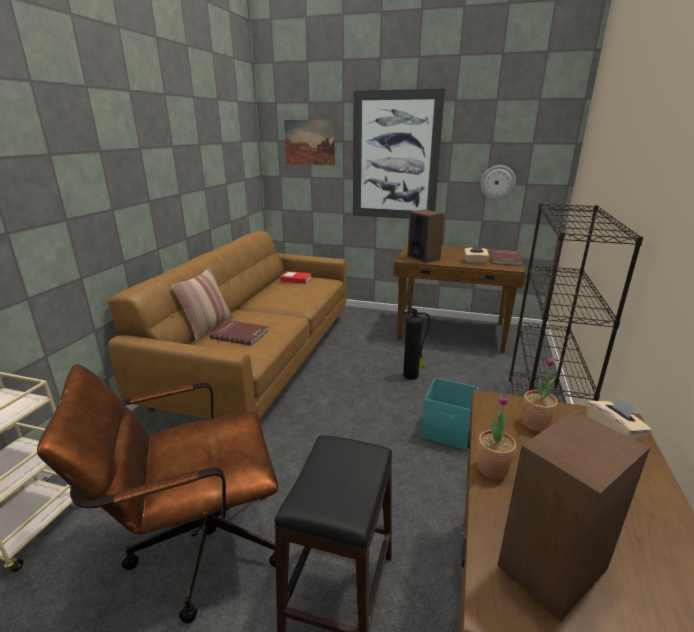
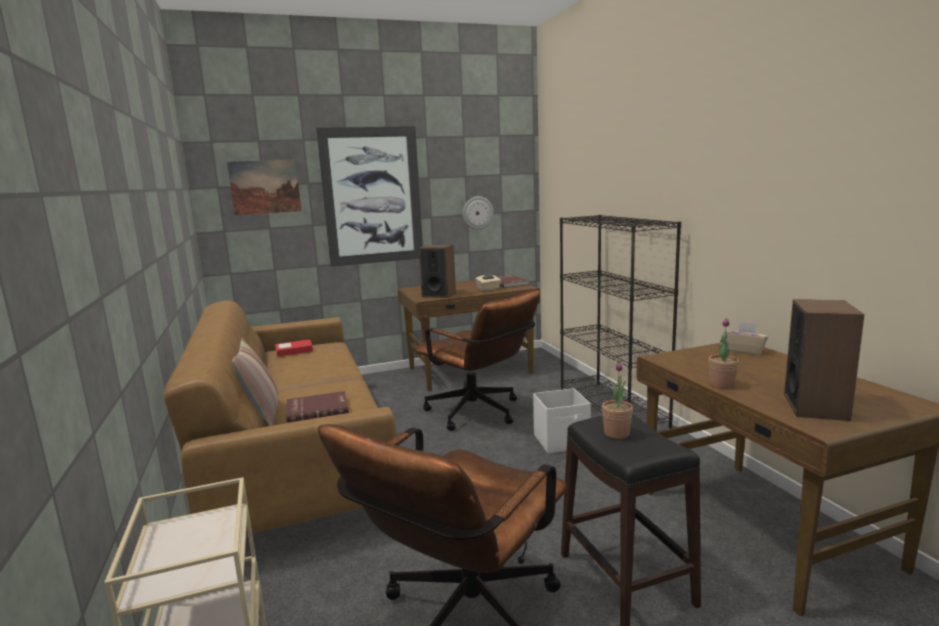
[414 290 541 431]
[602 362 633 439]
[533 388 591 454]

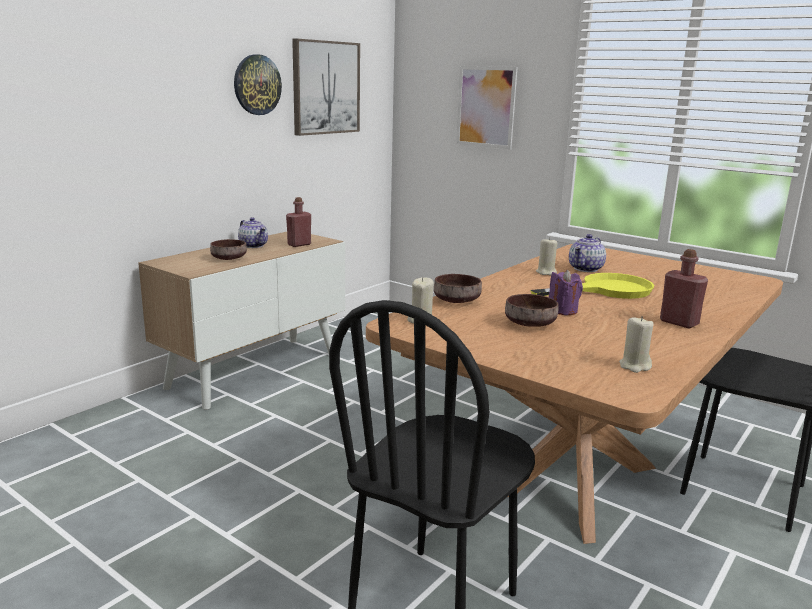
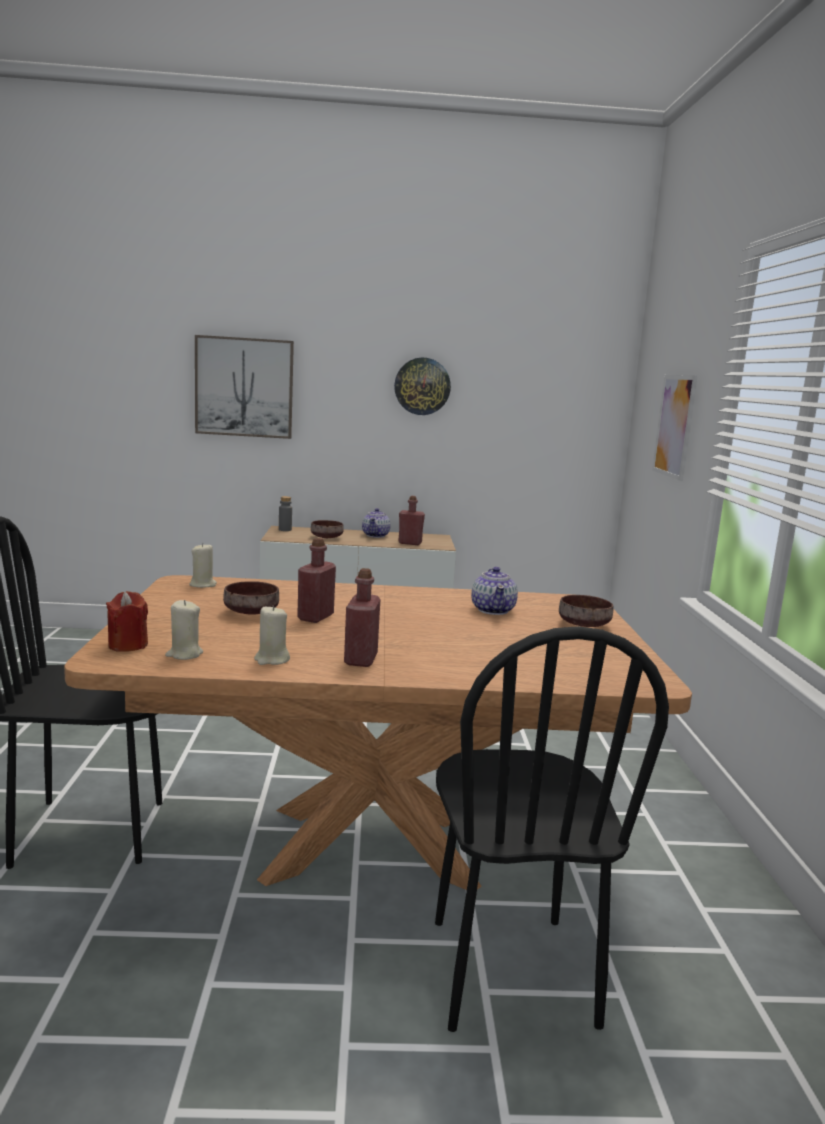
[195 335 294 439]
[471 567 518 615]
[254 605 290 665]
[297 538 336 623]
[530 273 654 299] (first image)
[559 595 614 627]
[279 496 292 531]
[106 591 148 652]

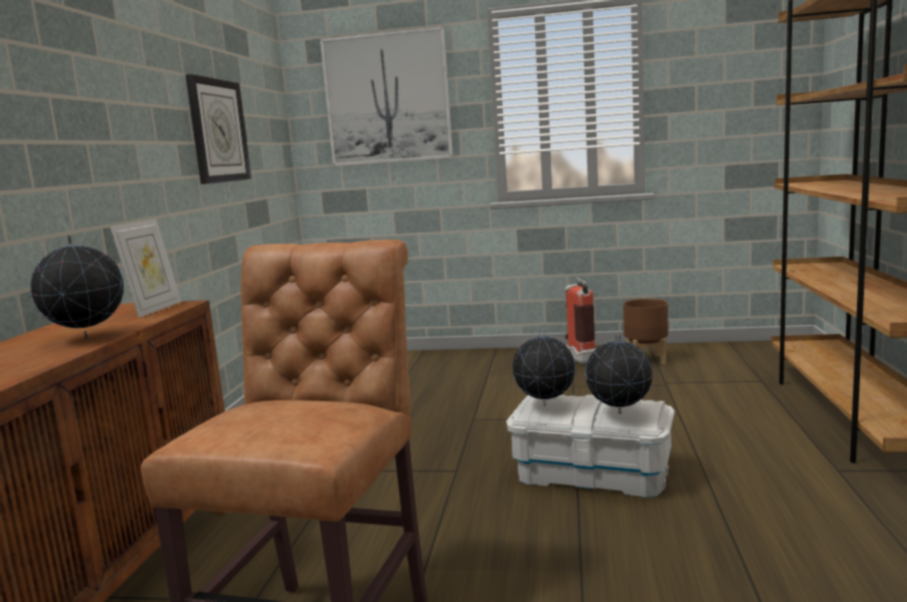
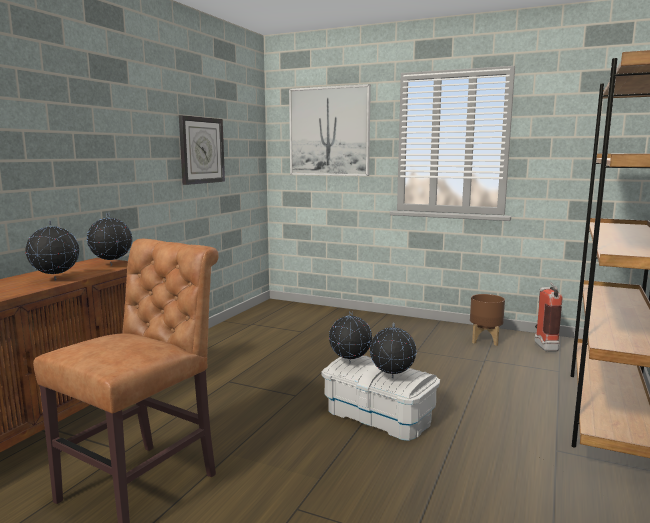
[87 213 132 266]
[535 283 563 352]

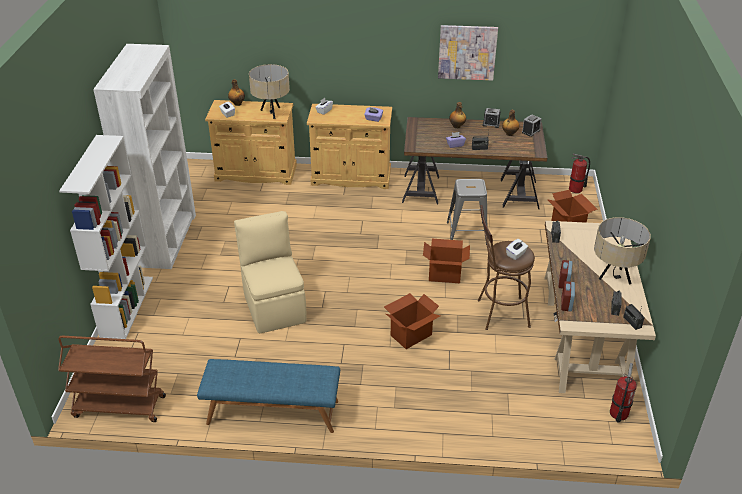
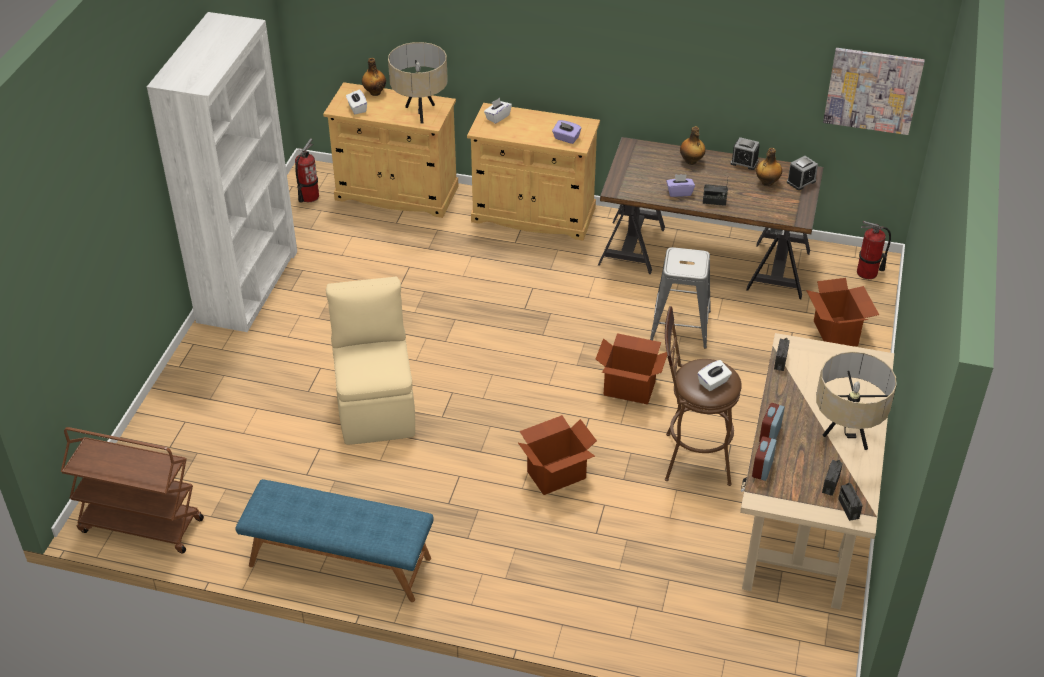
[823 48 925 135]
[59 135 153 339] (first image)
[295 139 319 202]

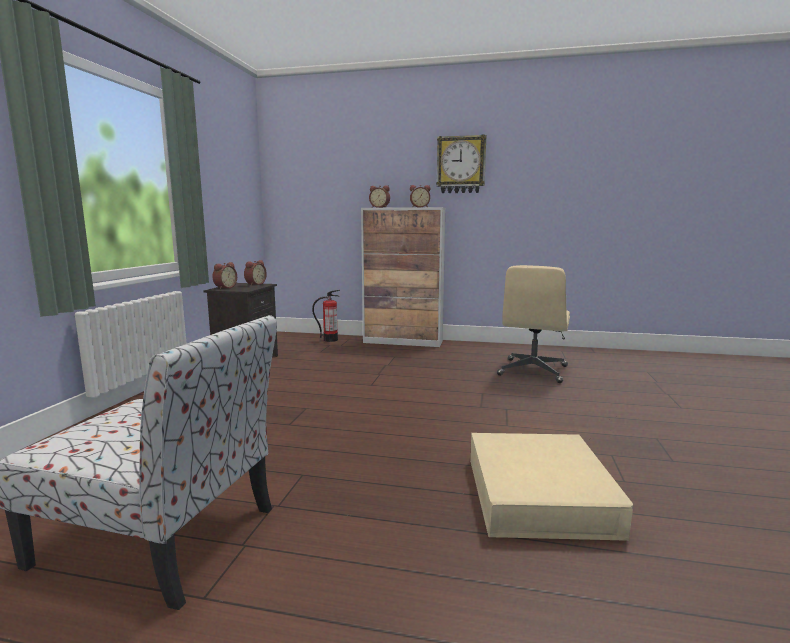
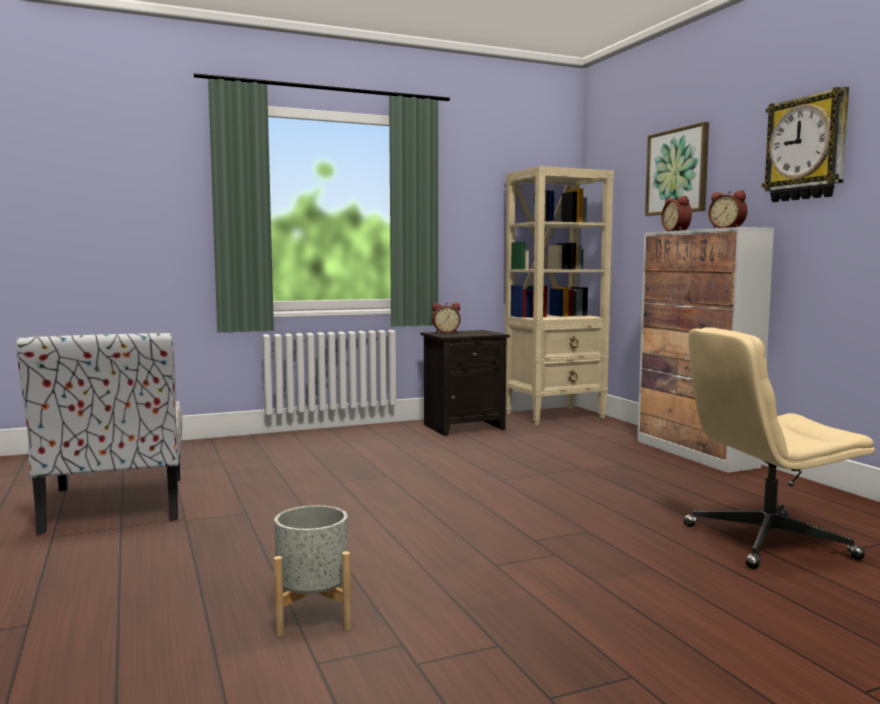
[244 260 267 286] (first image)
[312 290 340 342] (first image)
[273 505 351 636]
[645 122 709 216]
[505 166 614 425]

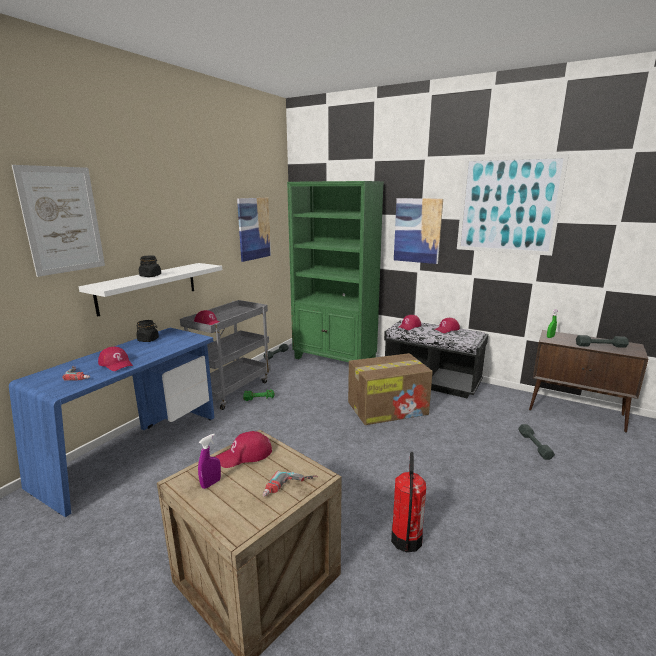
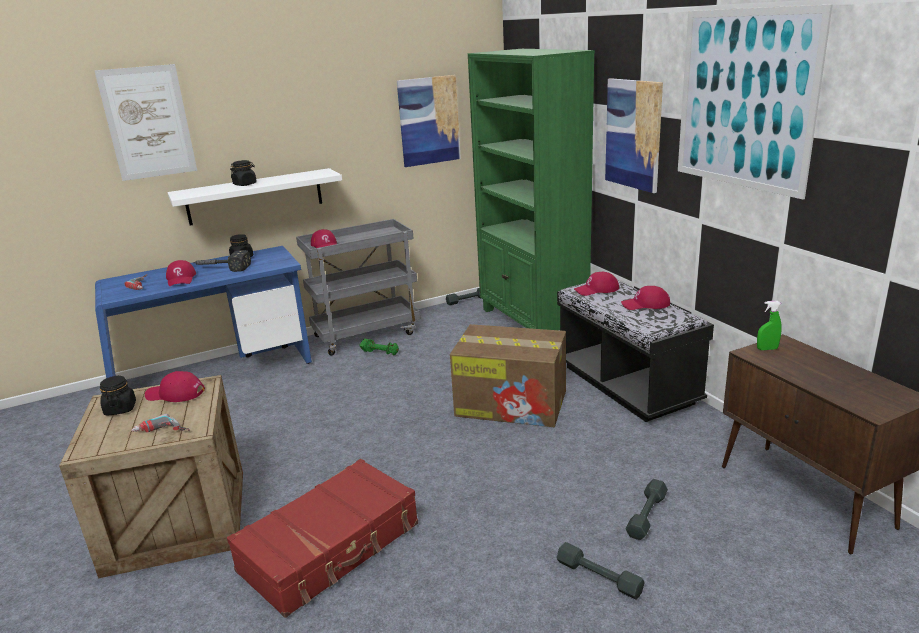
[556 542 645 600]
[100 376 136 416]
[227 459 418 618]
[193 250 251 272]

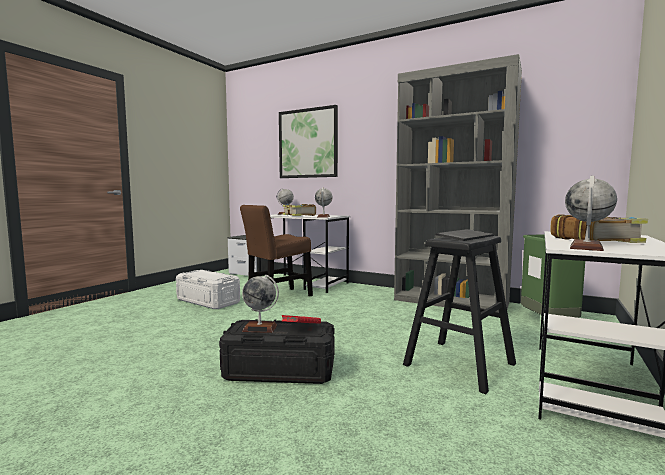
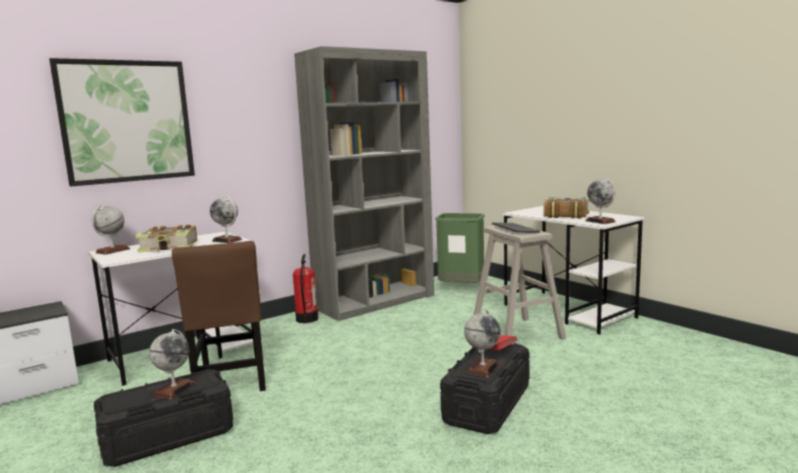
[474 226 566 340]
[94 369 233 467]
[293 254 318 323]
[149 329 196 400]

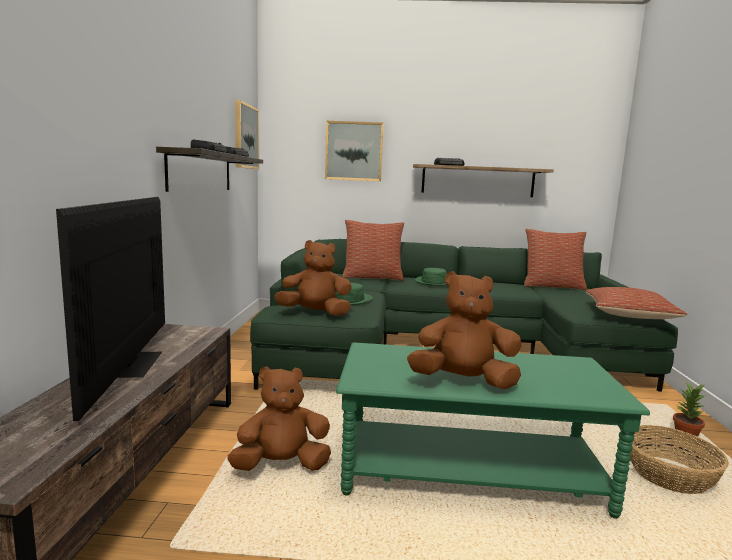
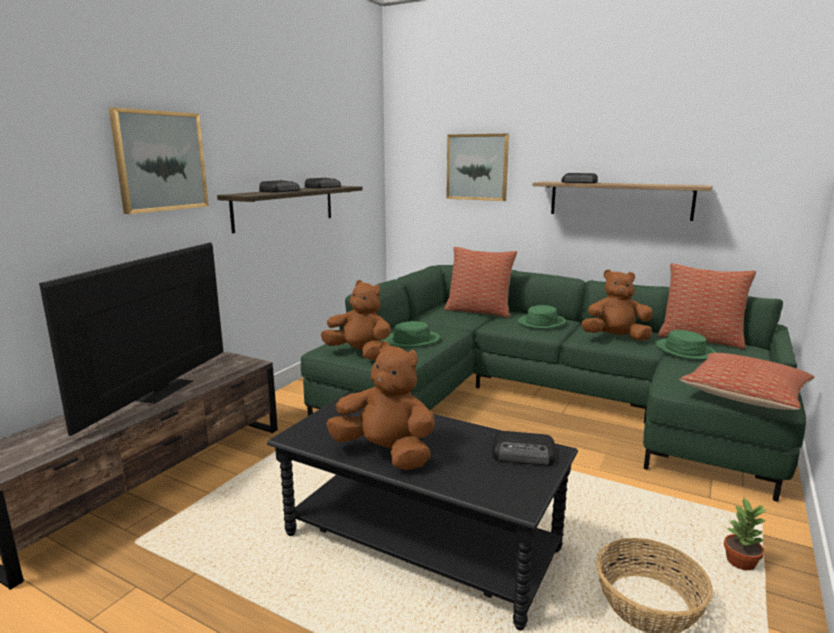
[109 107 209 214]
[267 393 578 630]
[581 269 653 341]
[655 330 717 359]
[492 431 556 465]

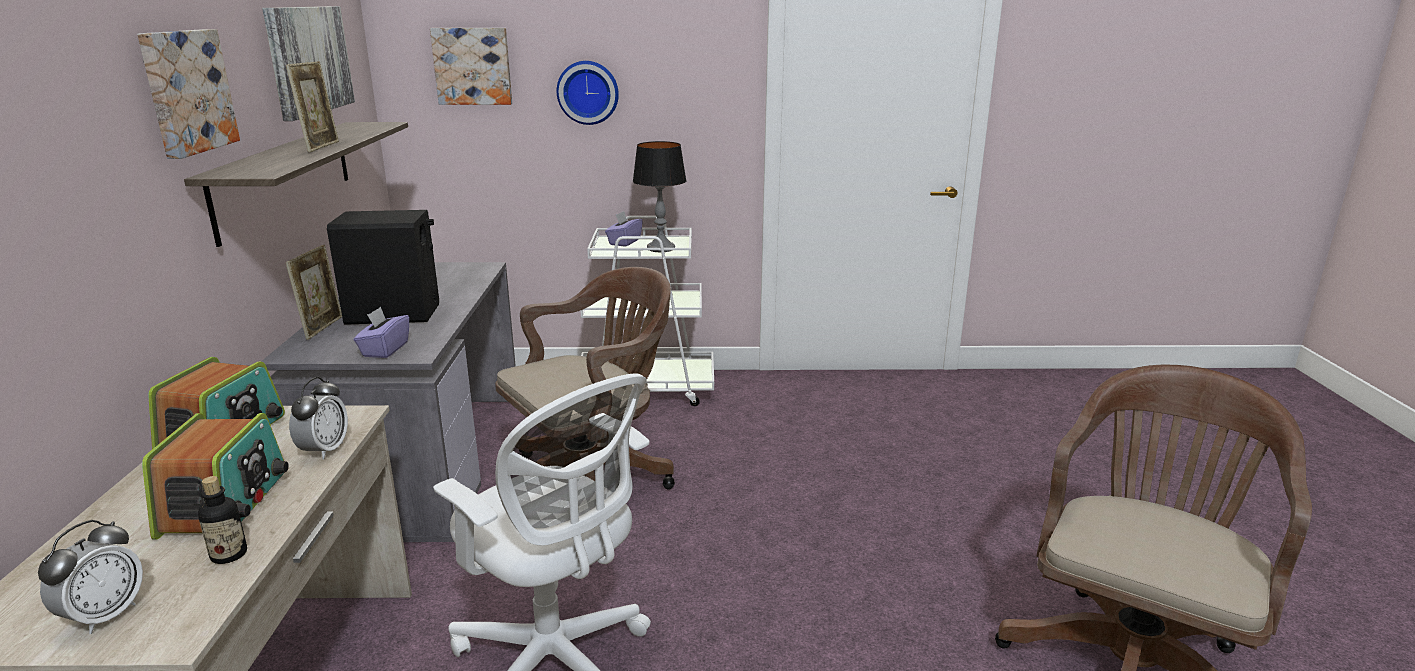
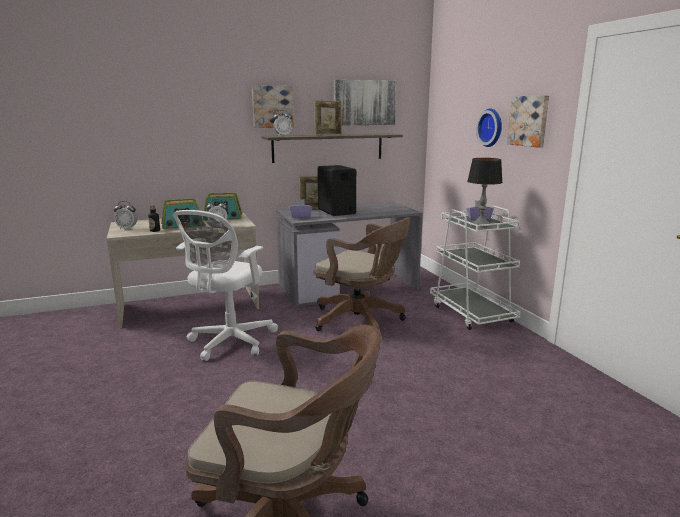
[507 95 549 148]
[273 110 292 135]

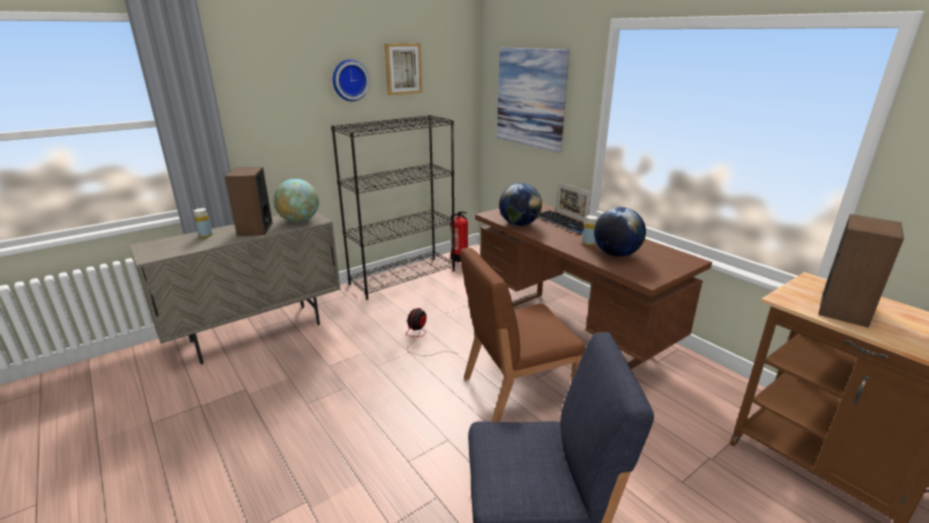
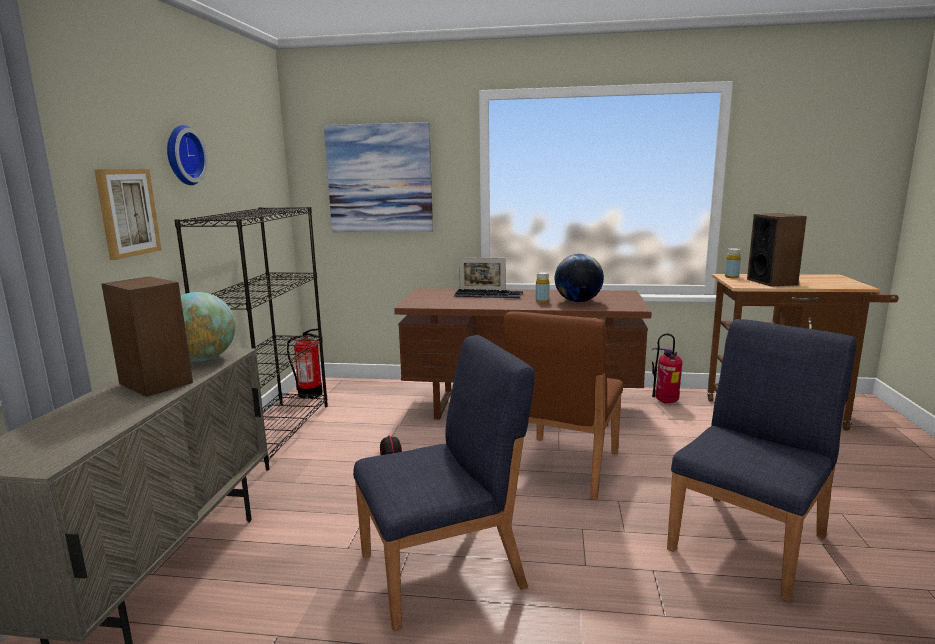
[94 169 162 260]
[499 183 542 226] (first image)
[725 248 741 278]
[652 333 682 403]
[353 335 535 631]

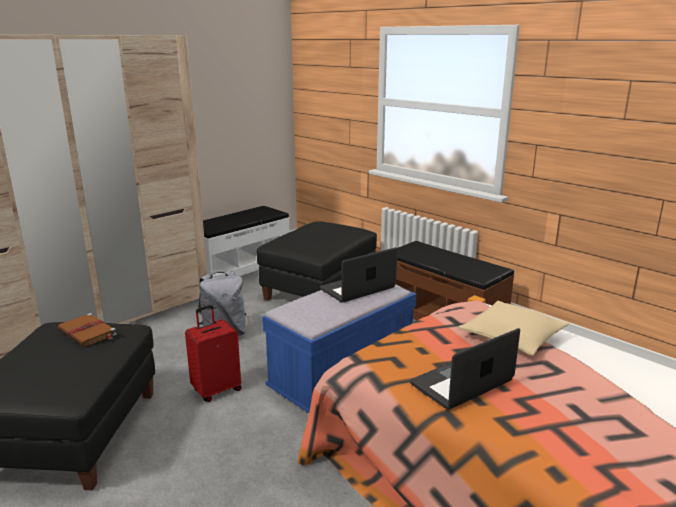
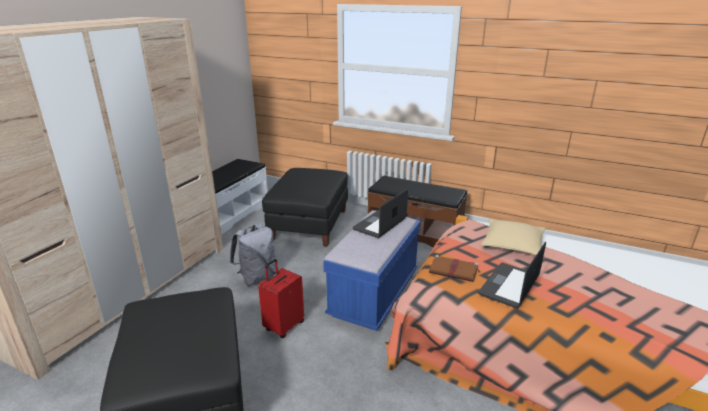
[429 255 481 282]

